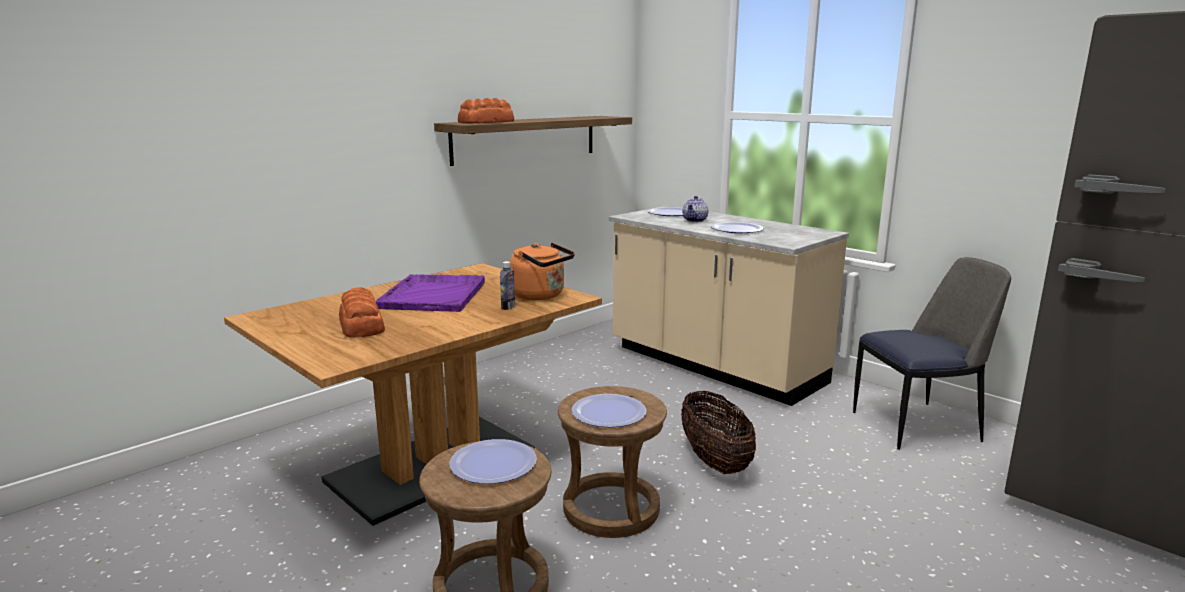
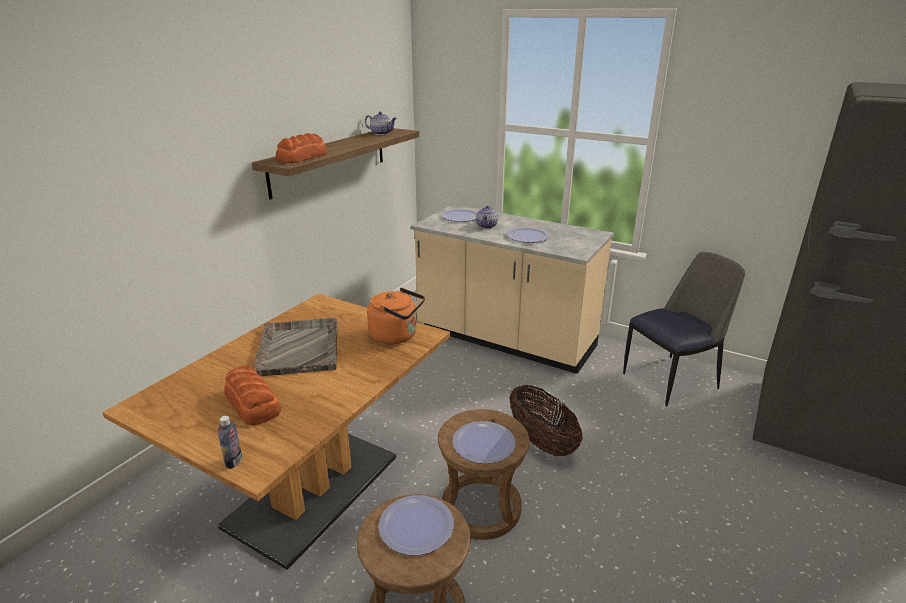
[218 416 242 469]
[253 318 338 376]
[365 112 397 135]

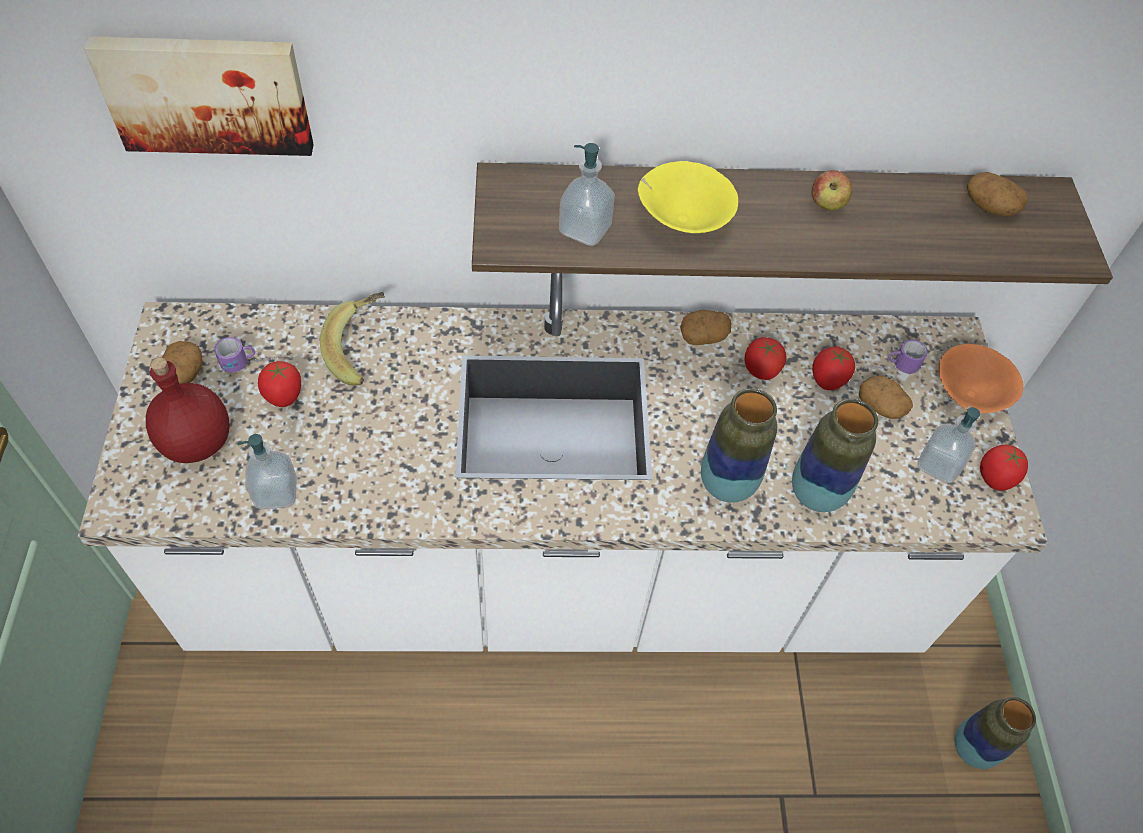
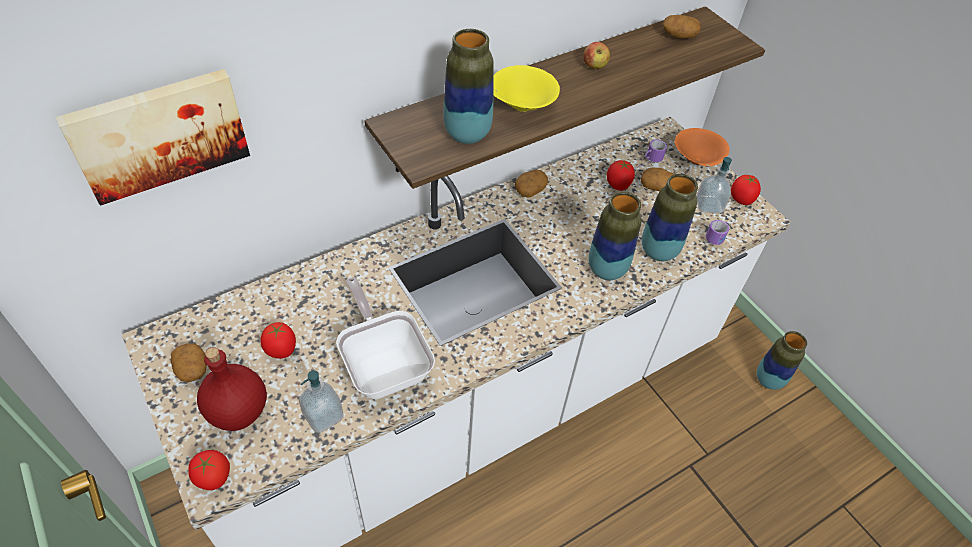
[443 29 494 144]
[320 292 384 385] (first image)
[706 220 730 245]
[188 450 230 490]
[336 277 435 399]

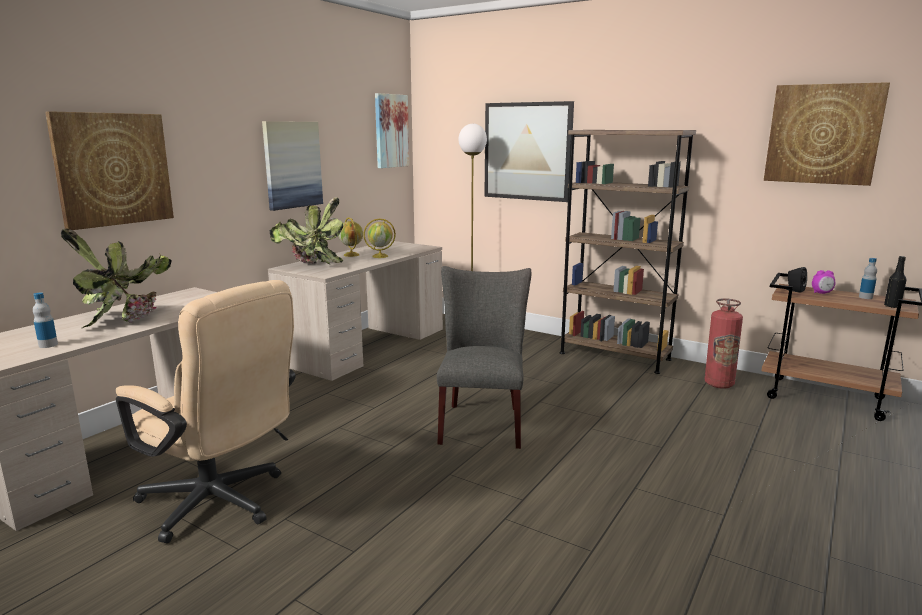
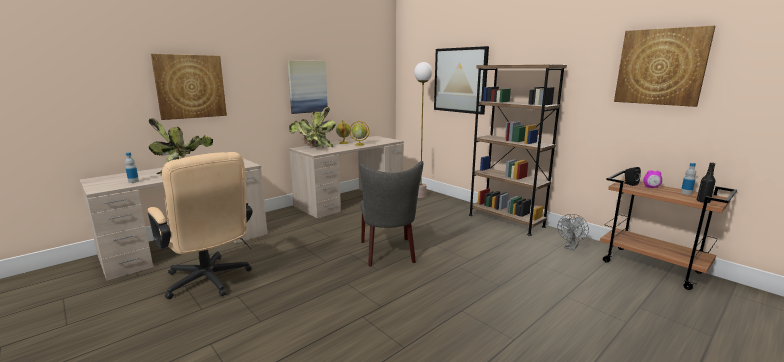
[375 93 409 168] (first image)
[359 161 423 267]
[557 214 589 250]

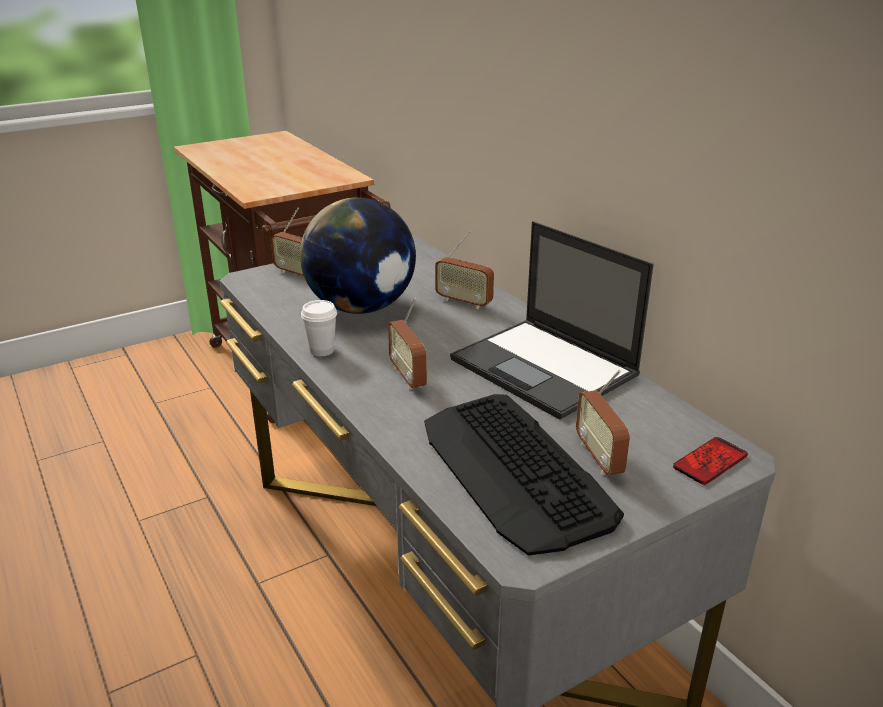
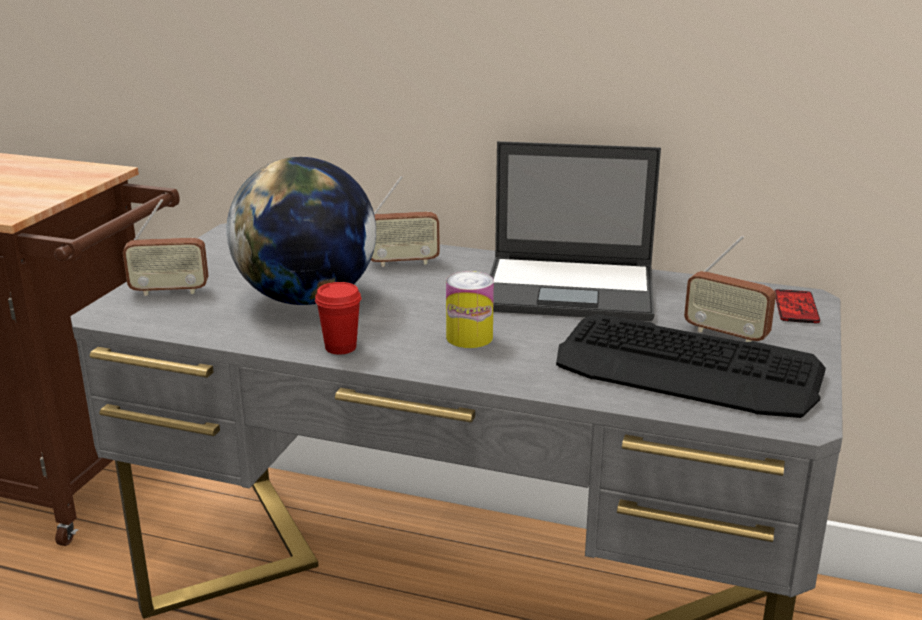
[446 271 494 348]
[315 282 361 355]

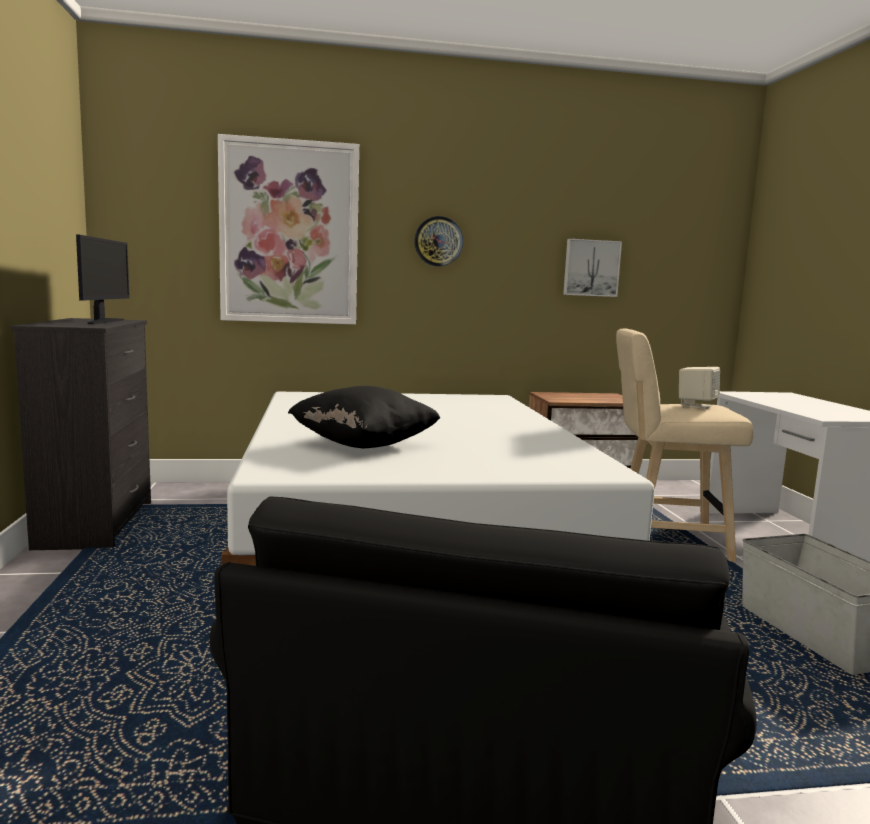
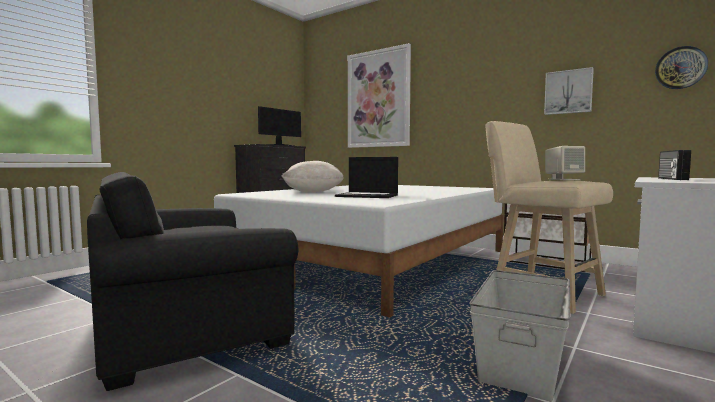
[655 46 708 89]
[282 161 344 193]
[658 150 691 180]
[335 157 398 198]

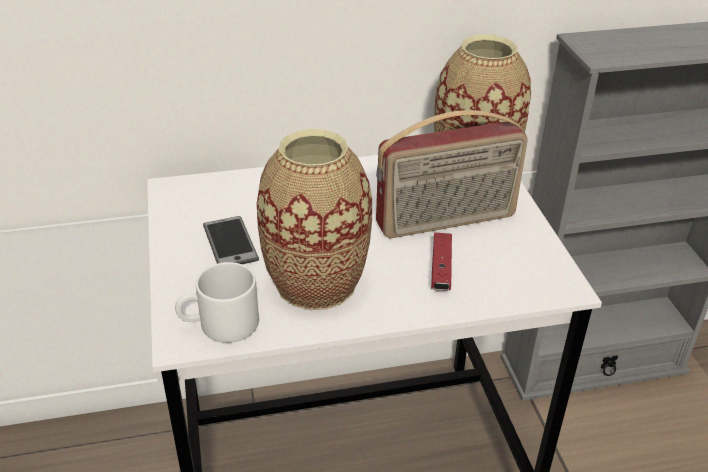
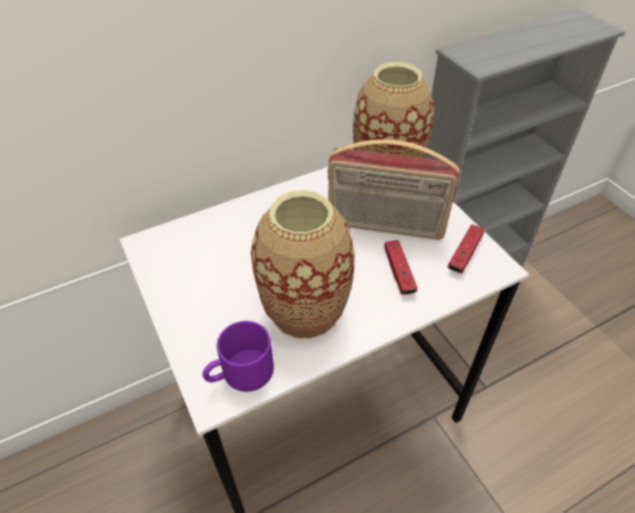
[328 140 460 240]
[203 216 259 264] (first image)
[202 321 274 392]
[447 224 485 274]

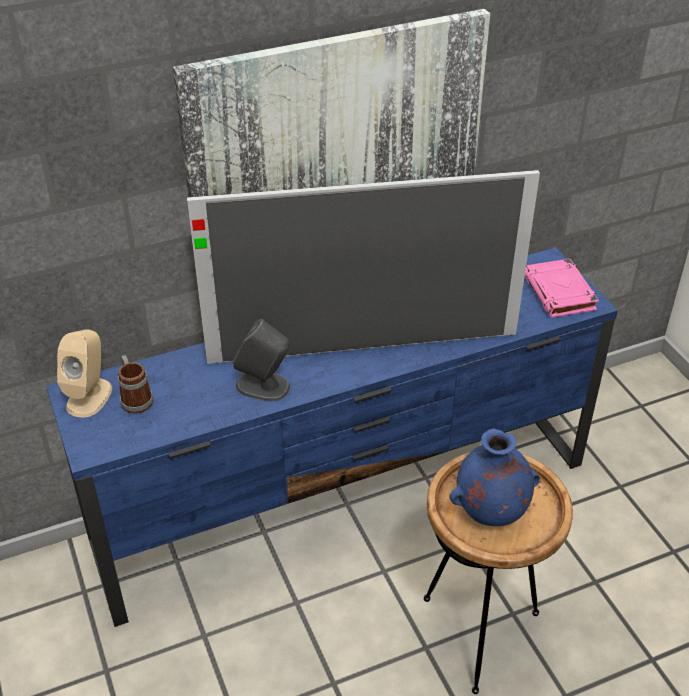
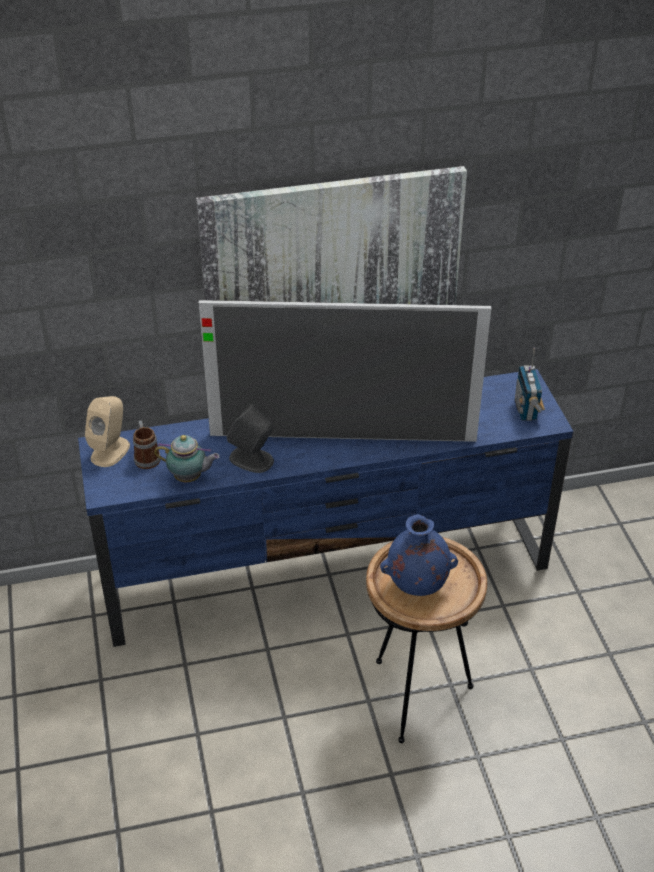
[515 348 545 421]
[154 435 220 482]

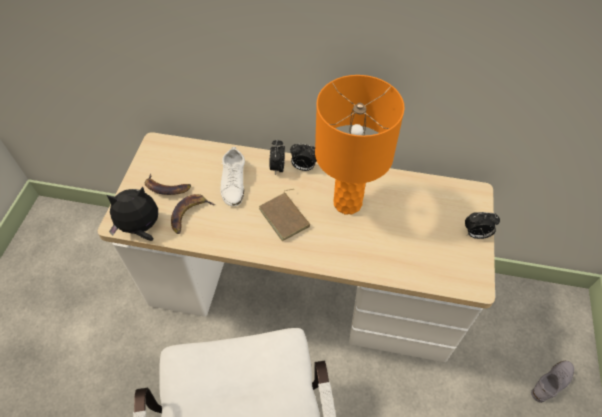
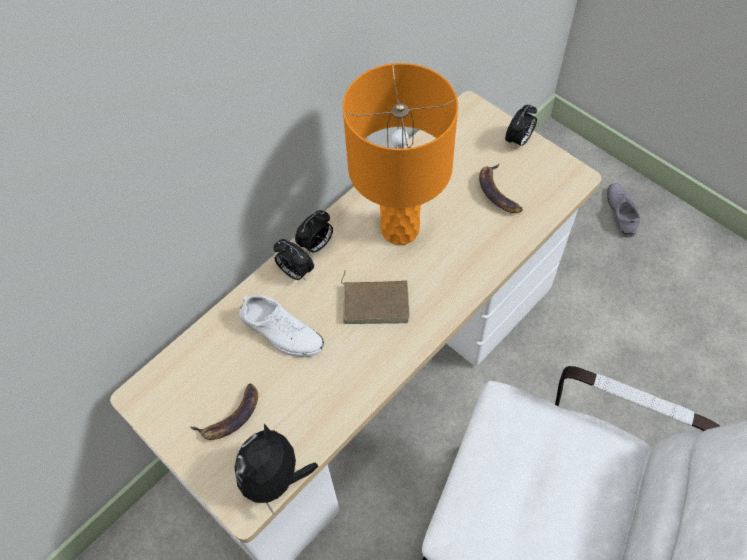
[479 164 523 213]

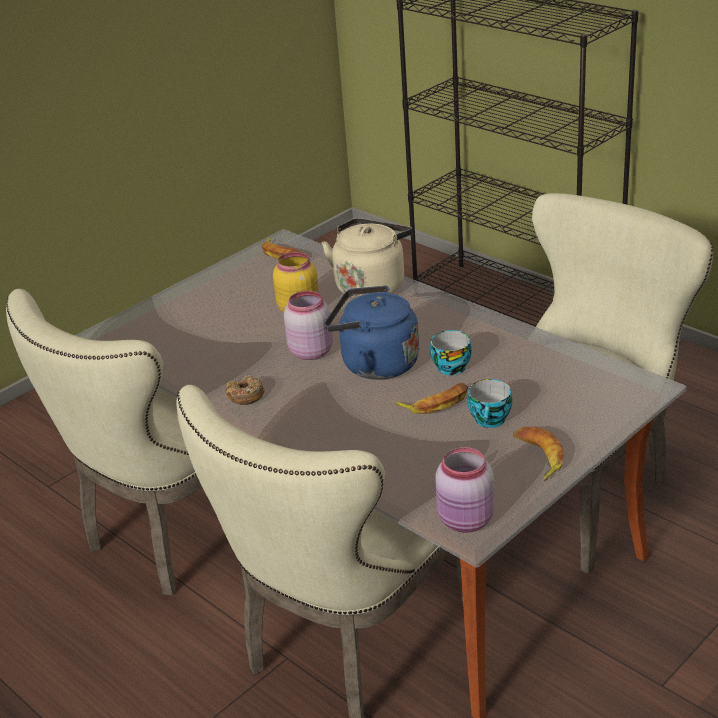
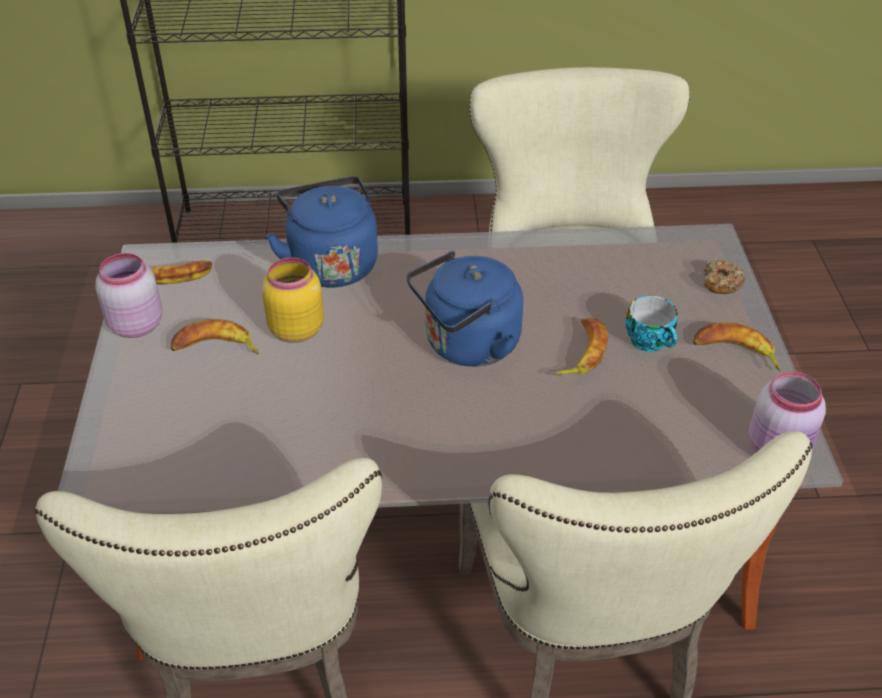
[266 176 378 287]
[95 253 162 338]
[430 330 472 375] (first image)
[704 260 745 294]
[171 319 259 355]

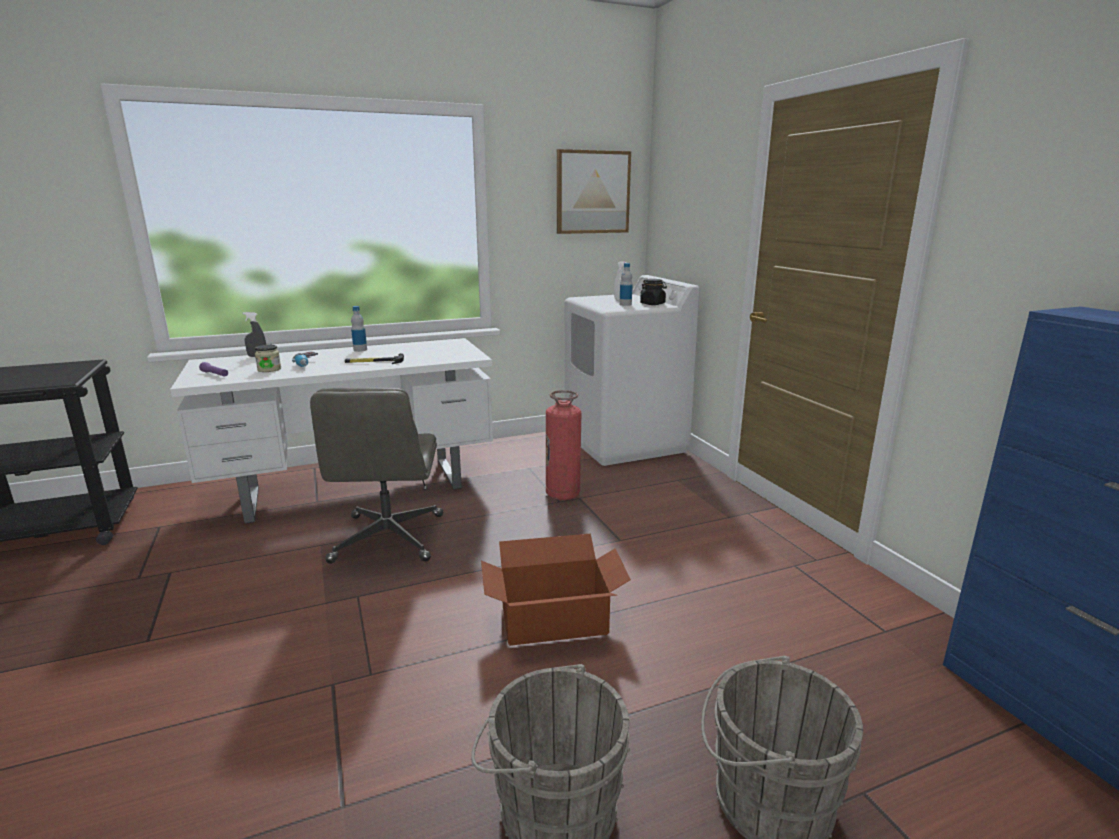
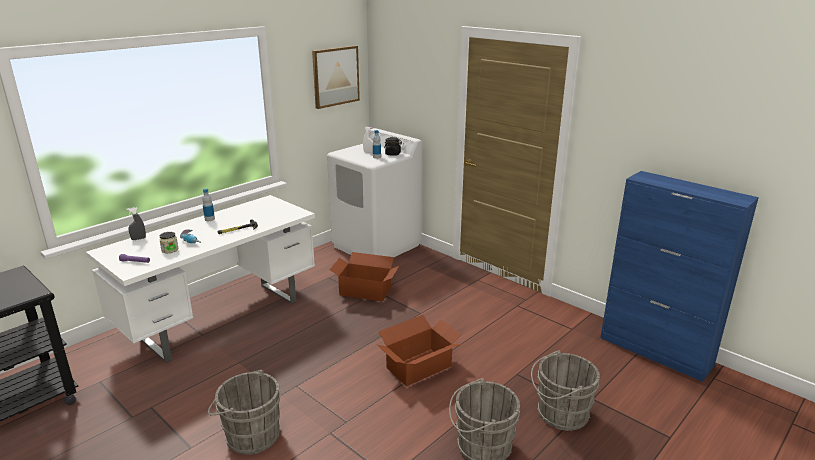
[310 387 443 564] (first image)
[330 252 399 302]
[208 370 280 455]

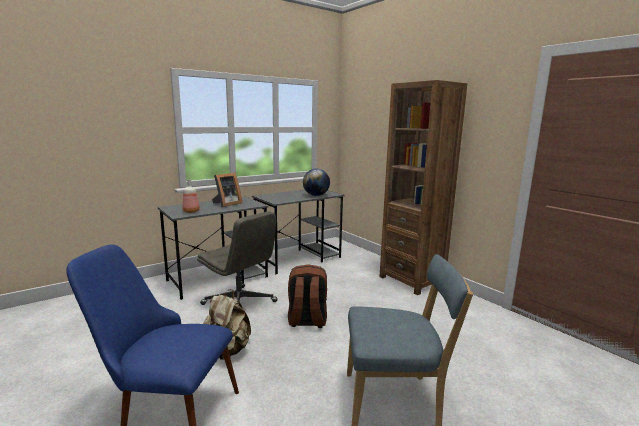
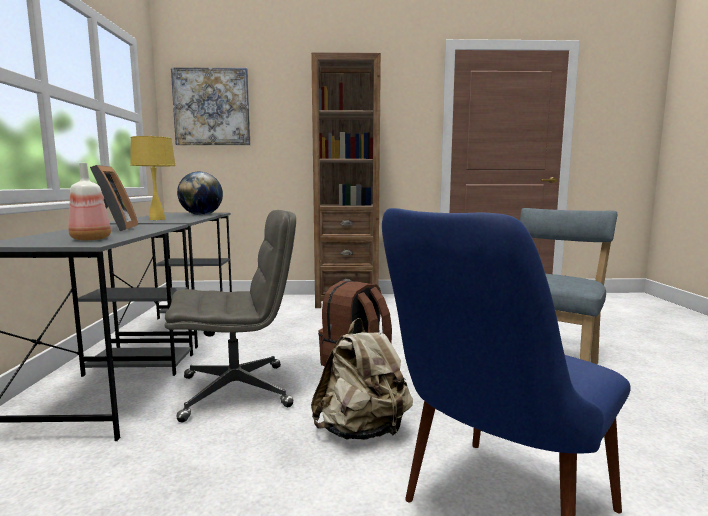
[171 67 250 145]
[130 136 176 220]

